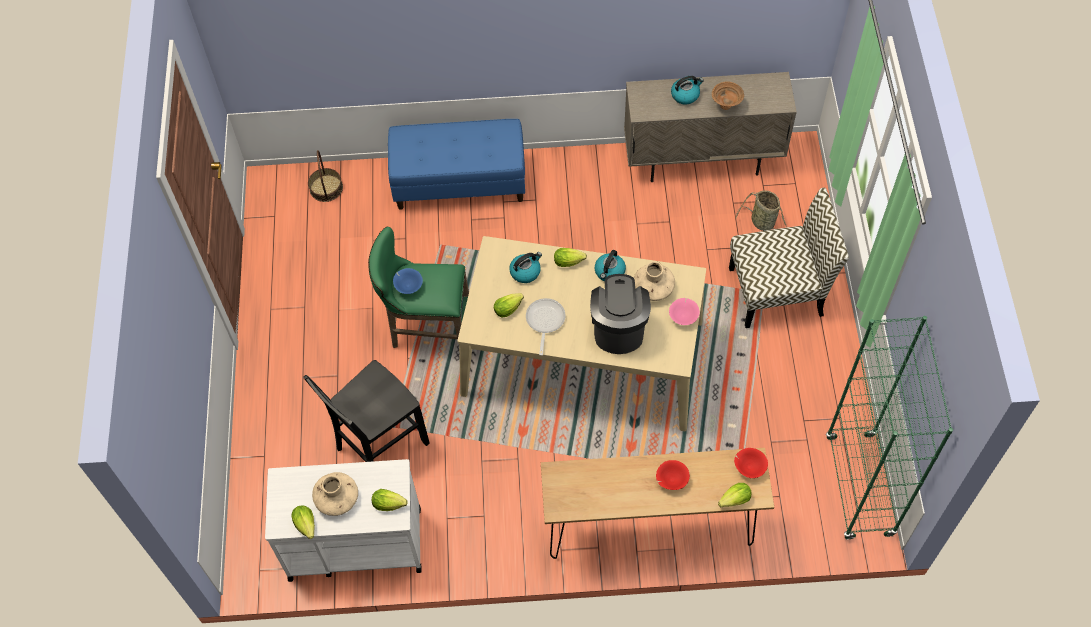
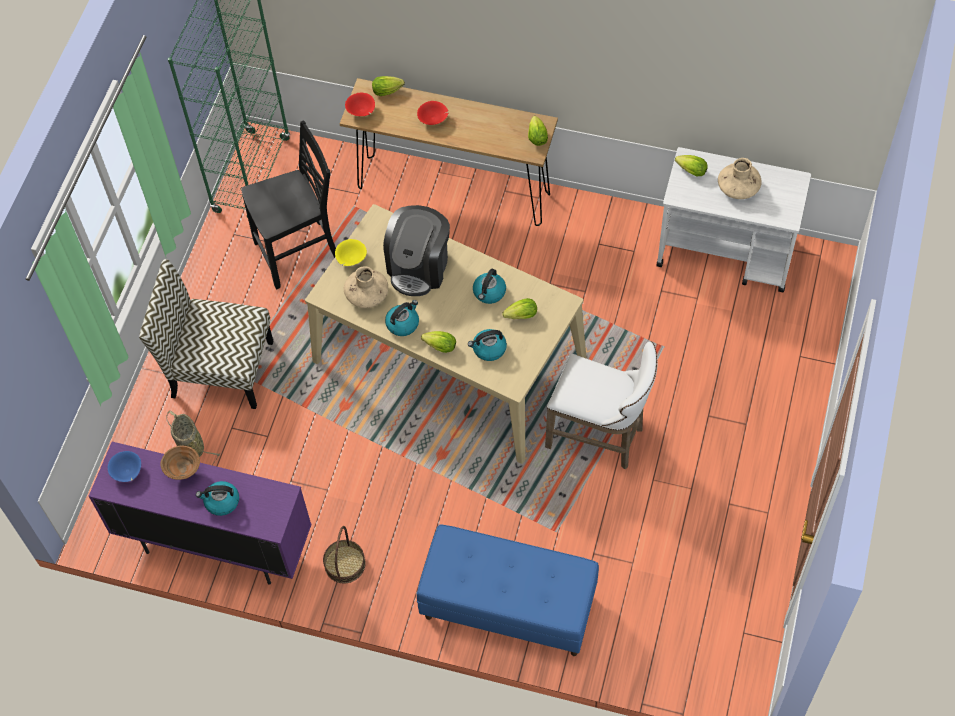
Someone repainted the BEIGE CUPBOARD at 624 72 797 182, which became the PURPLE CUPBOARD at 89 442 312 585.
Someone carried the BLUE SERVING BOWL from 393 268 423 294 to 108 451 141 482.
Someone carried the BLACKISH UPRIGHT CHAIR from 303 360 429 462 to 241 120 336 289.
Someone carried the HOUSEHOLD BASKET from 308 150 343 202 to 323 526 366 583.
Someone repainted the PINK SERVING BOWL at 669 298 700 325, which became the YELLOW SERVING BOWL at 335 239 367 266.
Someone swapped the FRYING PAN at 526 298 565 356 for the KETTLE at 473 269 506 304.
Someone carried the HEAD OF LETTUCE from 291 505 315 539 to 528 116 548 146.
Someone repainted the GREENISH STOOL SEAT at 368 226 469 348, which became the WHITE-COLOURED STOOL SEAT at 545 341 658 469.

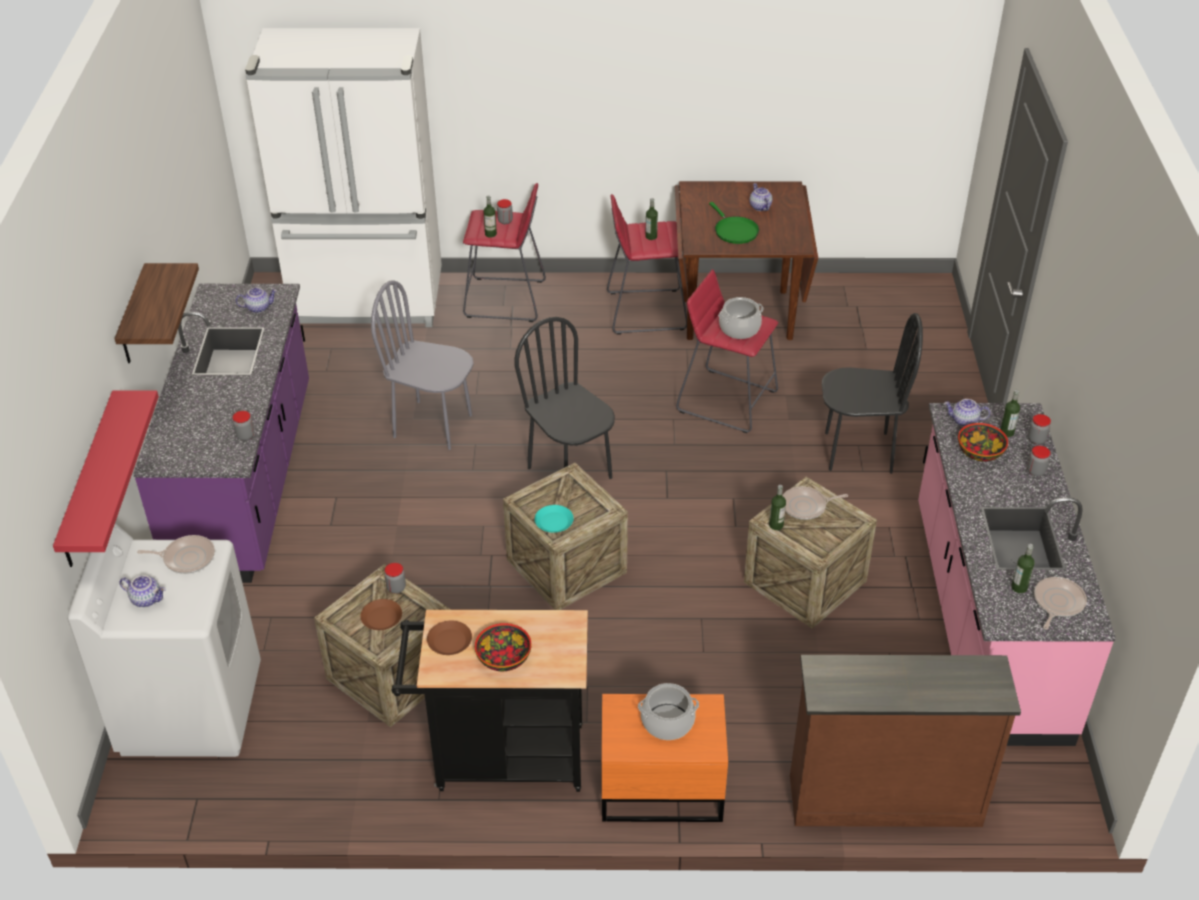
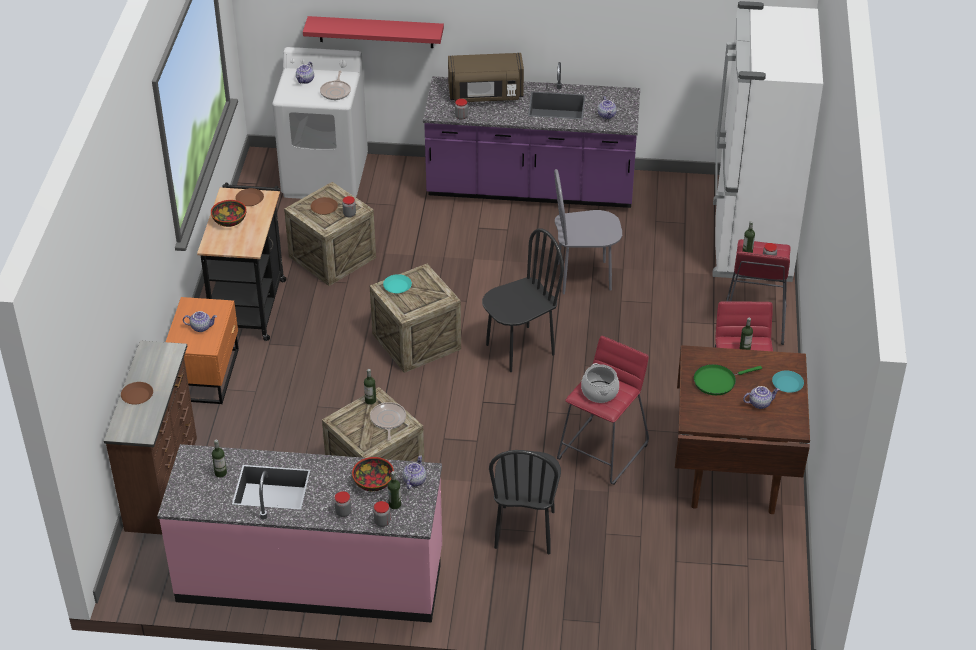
Someone put down the BROWN PLATE at 121 382 153 404.
Someone swapped the STOCKPOT at 638 683 699 740 for the TEA POT at 183 311 217 332.
Someone put down the BROWN MICROWAVE at 448 53 524 102.
Someone rotated the GREY UPRIGHT CHAIR at 371 280 474 450 by 120 degrees counterclockwise.
Someone put down the TURQUOISE PLATE at 772 370 804 393.
Someone took away the WALL SHELF at 114 263 199 363.
Someone took away the FRYING PAN at 1034 577 1087 629.

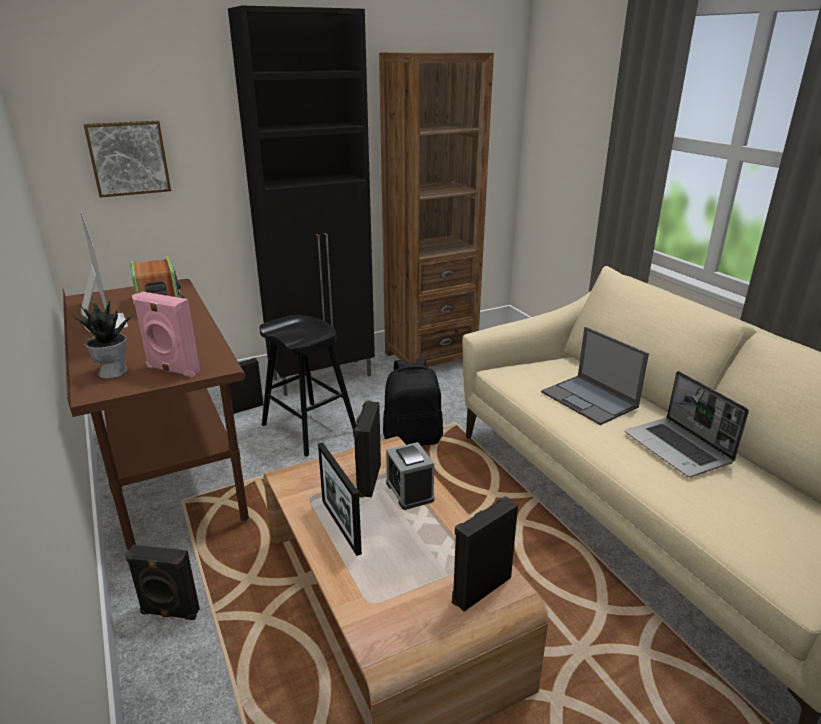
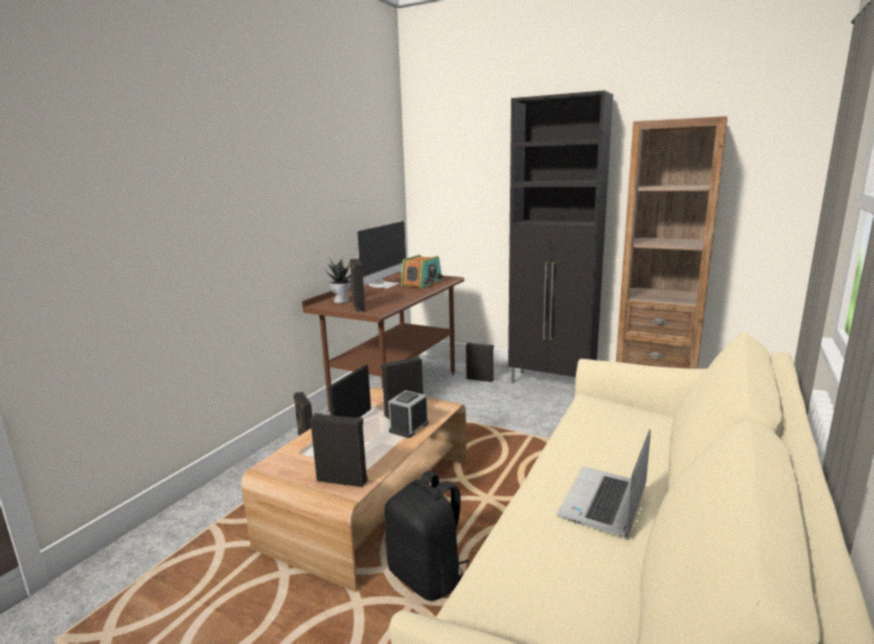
Someone repainted the PINK AUDIO SPEAKER at 132 292 200 377, which became the BLACKISH AUDIO SPEAKER at 350 259 365 312.
Someone carried the BLACKISH KNAPSACK from 383 359 443 446 to 385 471 469 601.
Someone took away the PICTURE at 83 121 171 198.
Someone took away the BLACKISH STOOL SEAT at 259 315 356 456.
Someone took away the LAPTOP at 541 327 649 425.

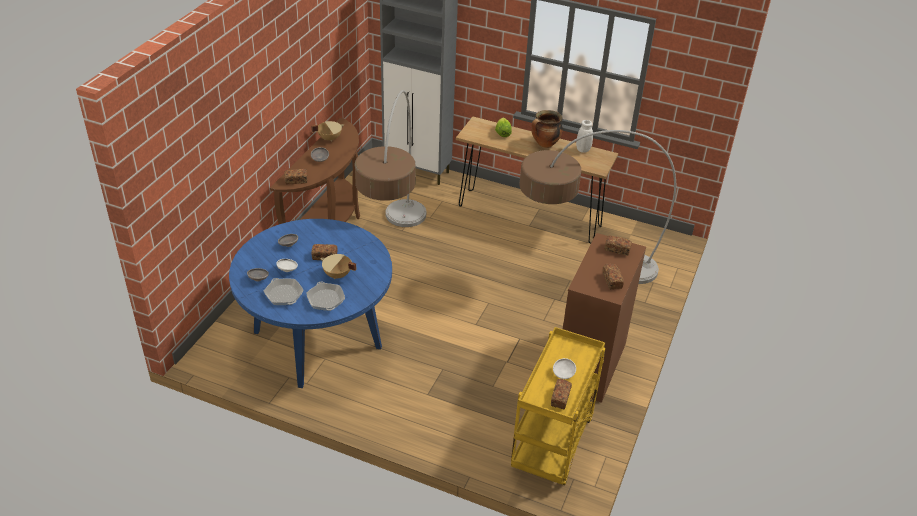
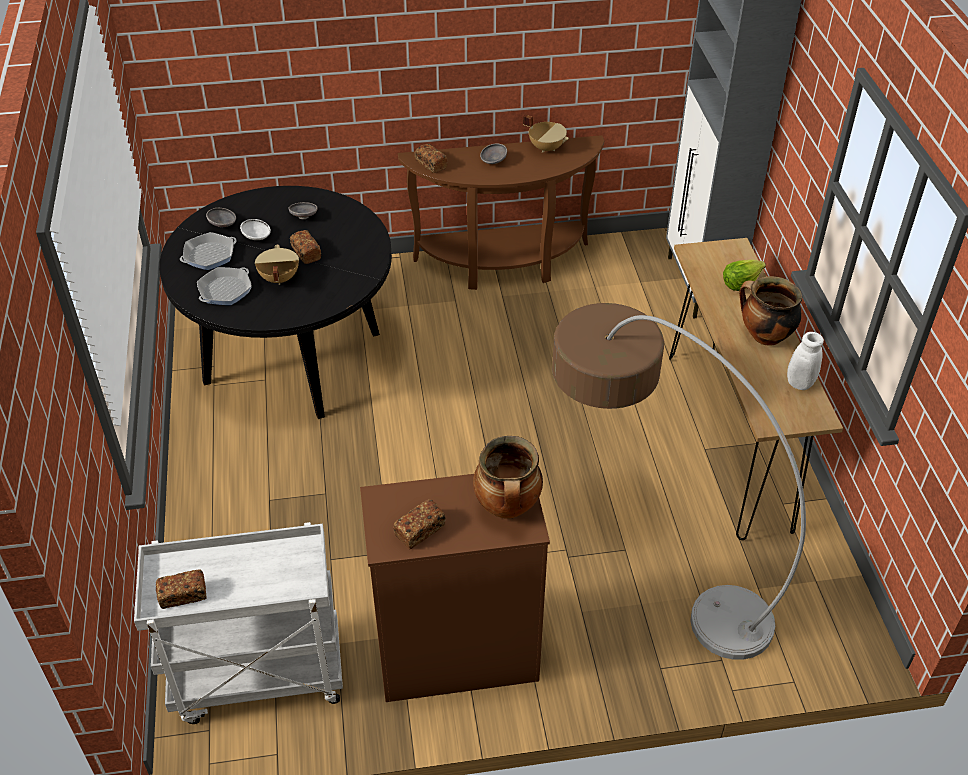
Someone repainted the YELLOW CART at 511 327 606 485, which became the WHITE-COLOURED CART at 134 522 343 724.
Someone repainted the BLUE DINING TABLE at 229 219 392 388, which became the BLACKISH DINING TABLE at 159 186 392 419.
Someone rotated the FRYING PAN at 264 278 303 305 by 150 degrees counterclockwise.
Someone swapped the BREAD at 605 236 632 256 for the STOCKPOT at 473 436 543 519.
Someone took away the FLOOR LAMP at 355 90 427 227.
Someone took away the WHITE-COLOURED SERVING BOWL at 553 358 576 379.

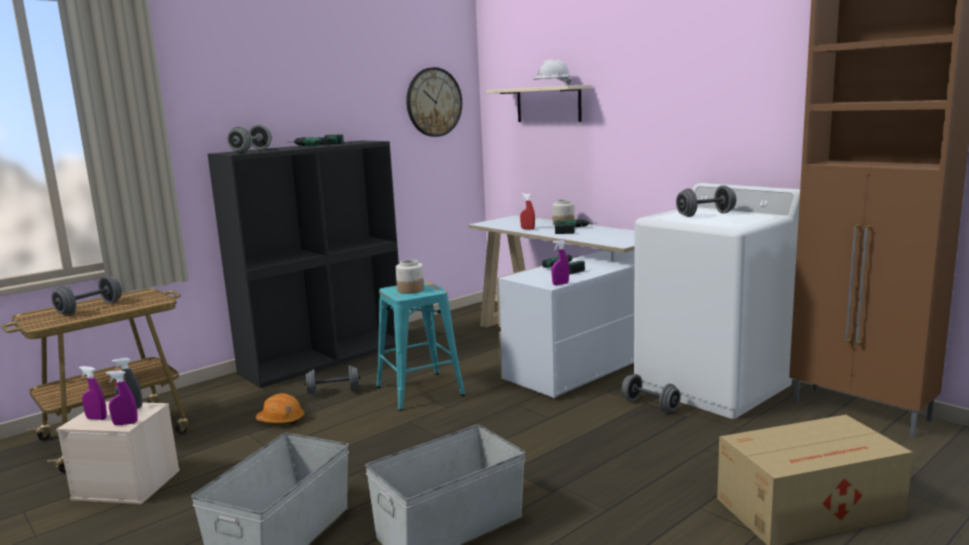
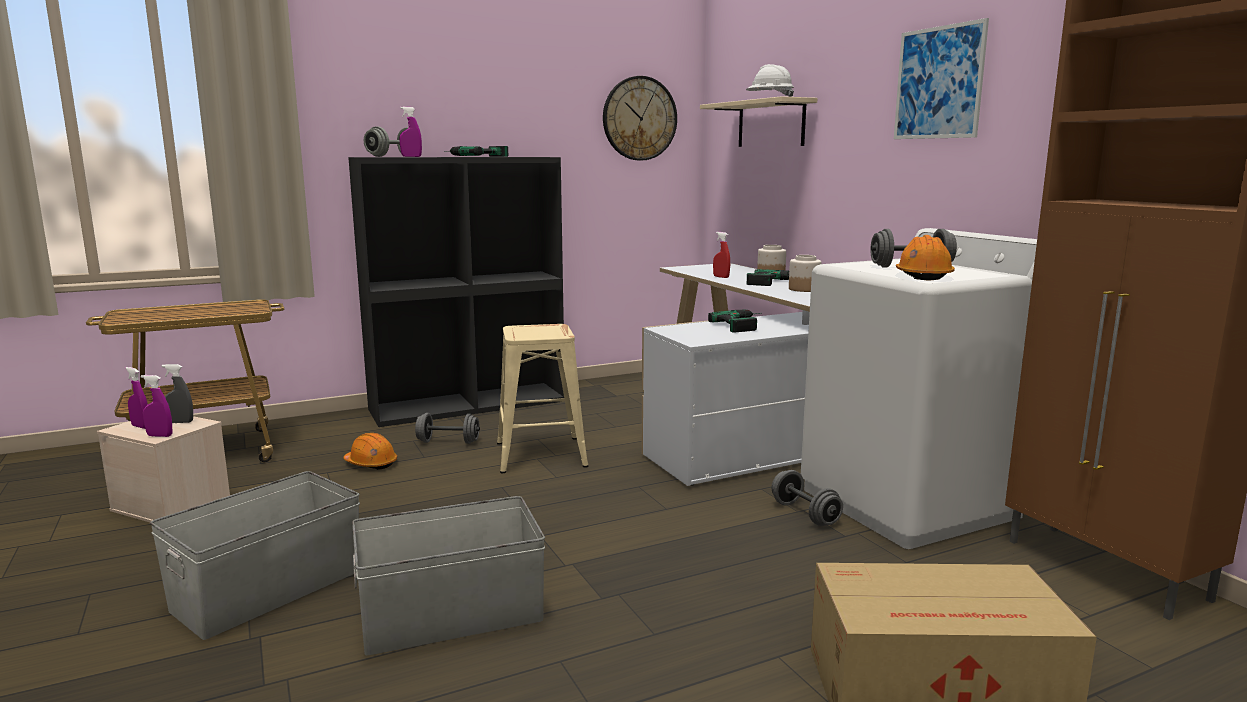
Someone carried the PURPLE SPRAYER from 552 240 569 285 to 400 107 422 157.
Someone repainted the TURQUOISE STOOL SEAT at 376 281 465 411, which became the BEIGE STOOL SEAT at 497 324 588 473.
Someone carried the STORAGE JAR from 395 260 424 294 to 789 255 822 292.
Someone put up the PICTURE at 894 18 989 139.
Someone put down the ORANGEY HARD HAT at 896 235 955 281.
Someone took away the GREY HAND WEIGHT at 51 275 122 315.

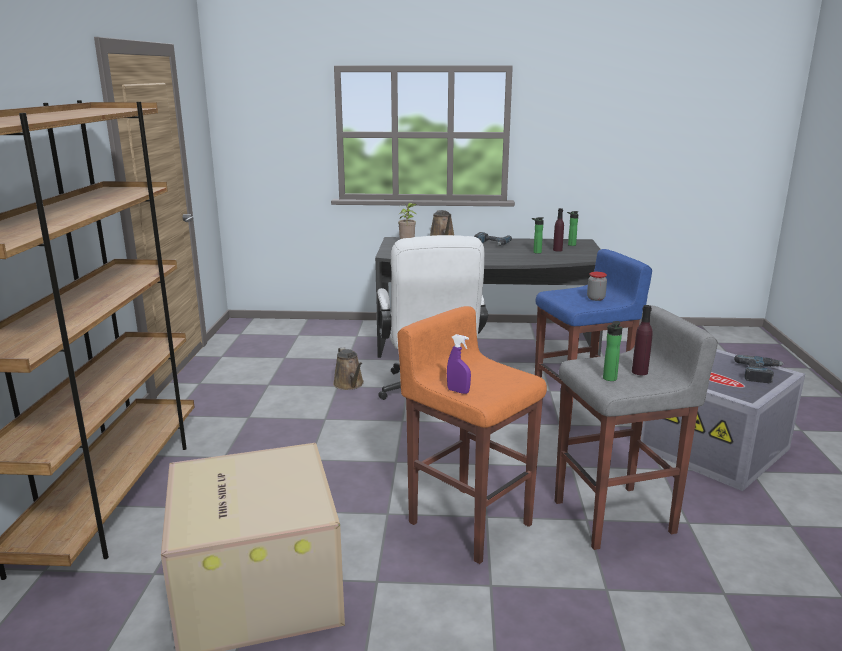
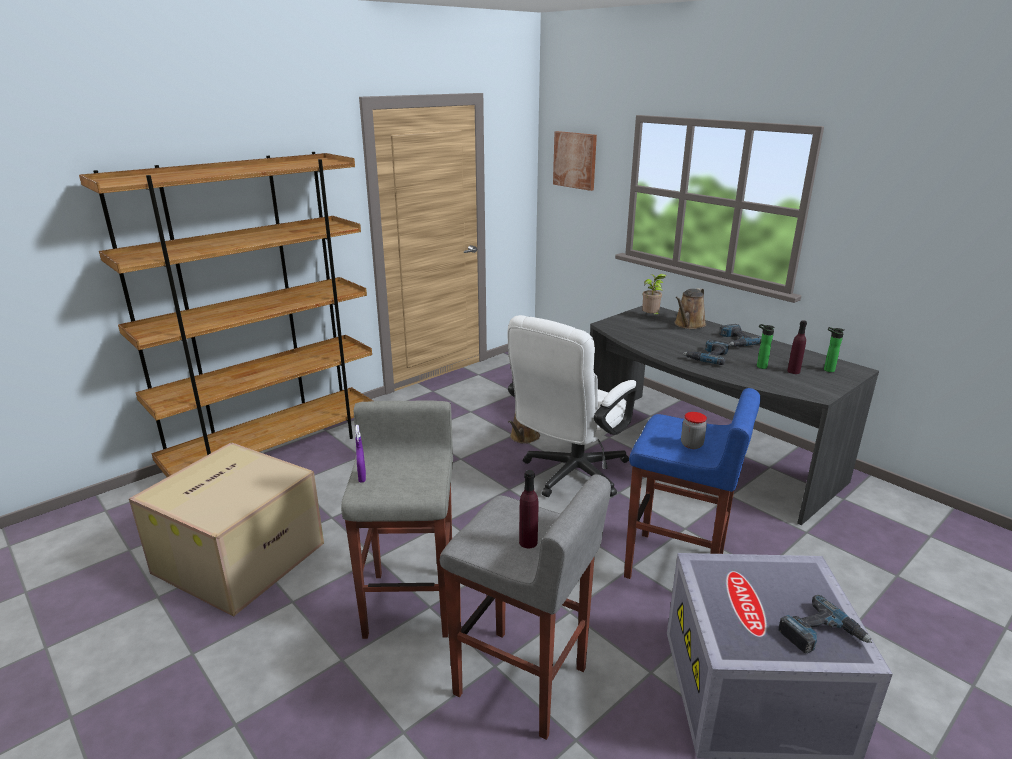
Someone repainted the ORANGEY STOOL SEAT at 398 306 547 564, which became the GREY STOOL SEAT at 341 401 453 639.
Someone put up the PICTURE at 553 131 597 191.
Someone put down the DRILL at 683 340 729 365.
Someone took away the BEVERAGE BOTTLE at 603 321 622 381.

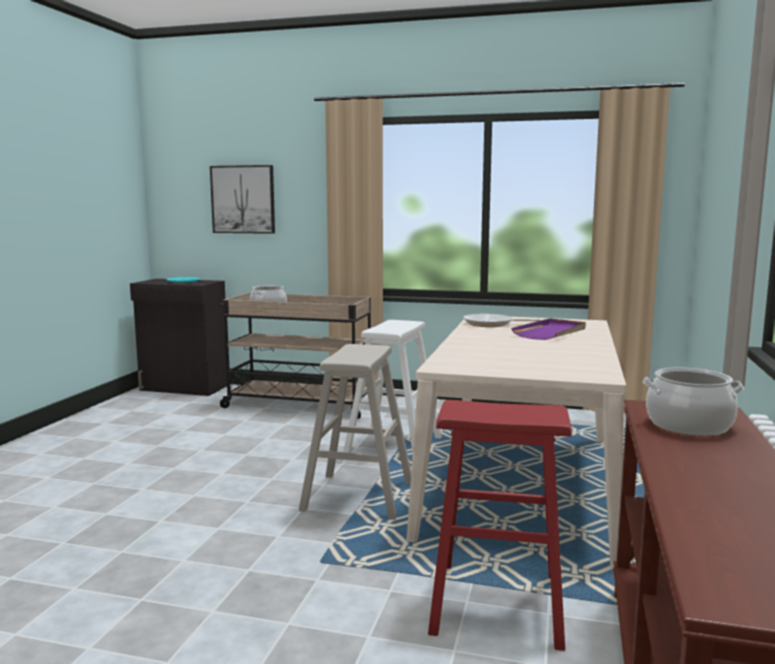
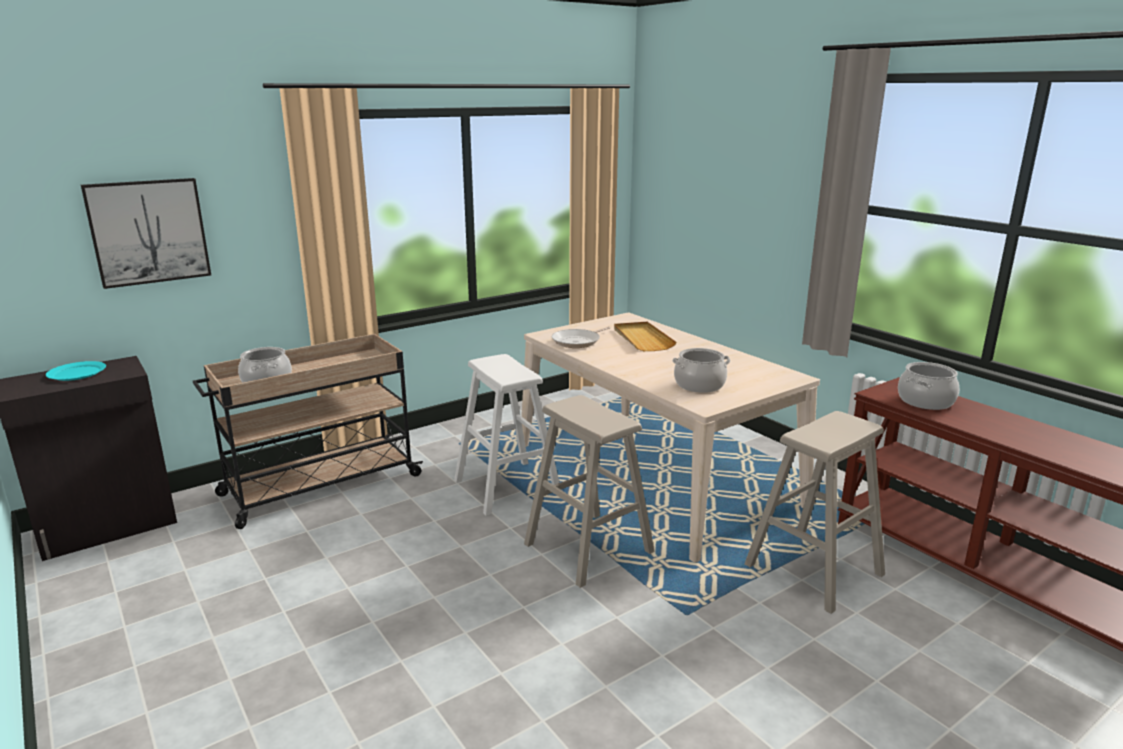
Someone repainted the PURPLE SERVING TRAY at 511 318 586 340, which became the BEIGE SERVING TRAY at 614 322 676 351.
Someone put down the STOCKPOT at 672 348 731 393.
Someone repainted the REDDISH STOOL SEAT at 428 400 572 651, which became the BEIGE STOOL SEAT at 744 411 885 614.

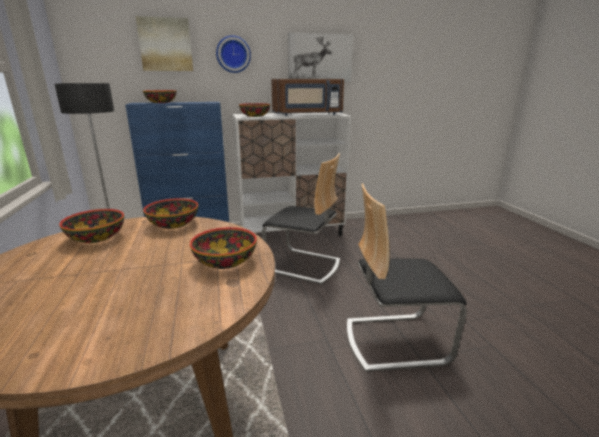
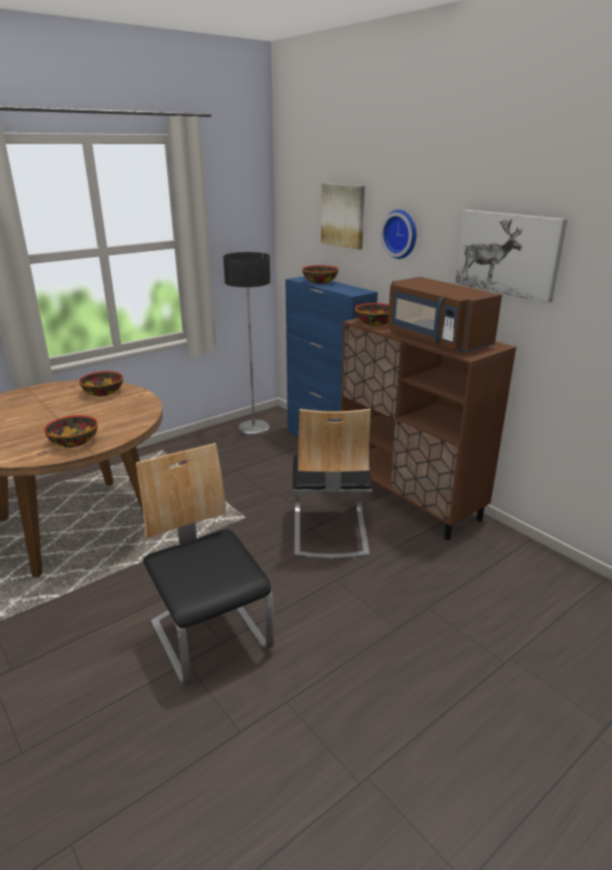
Someone repainted the WHITE-COLOURED CUPBOARD at 233 112 351 236, which became the BROWN CUPBOARD at 341 318 516 540.
Someone took away the SERVING BOWL at 143 198 198 229.

